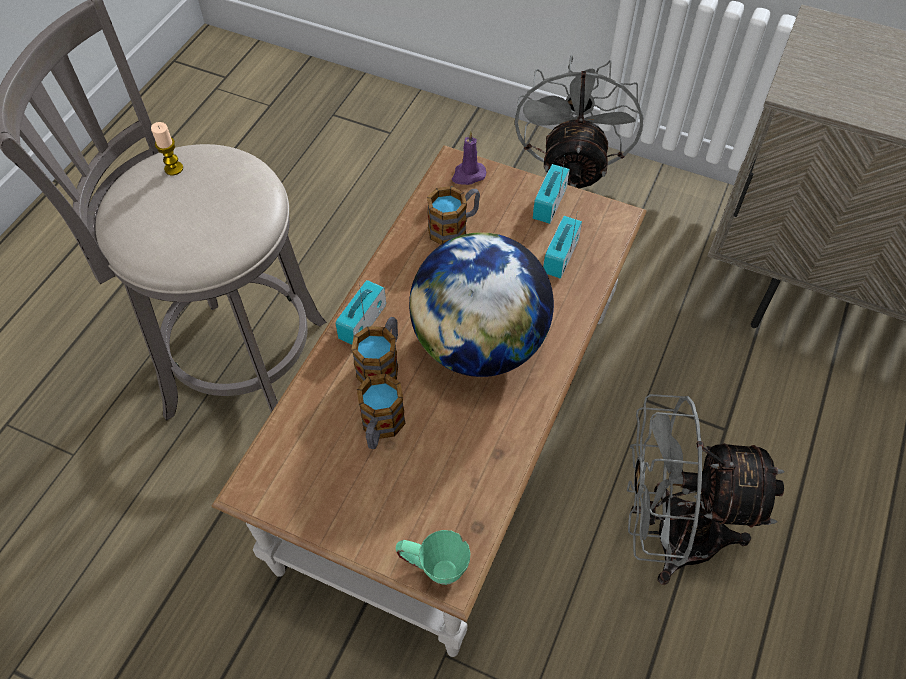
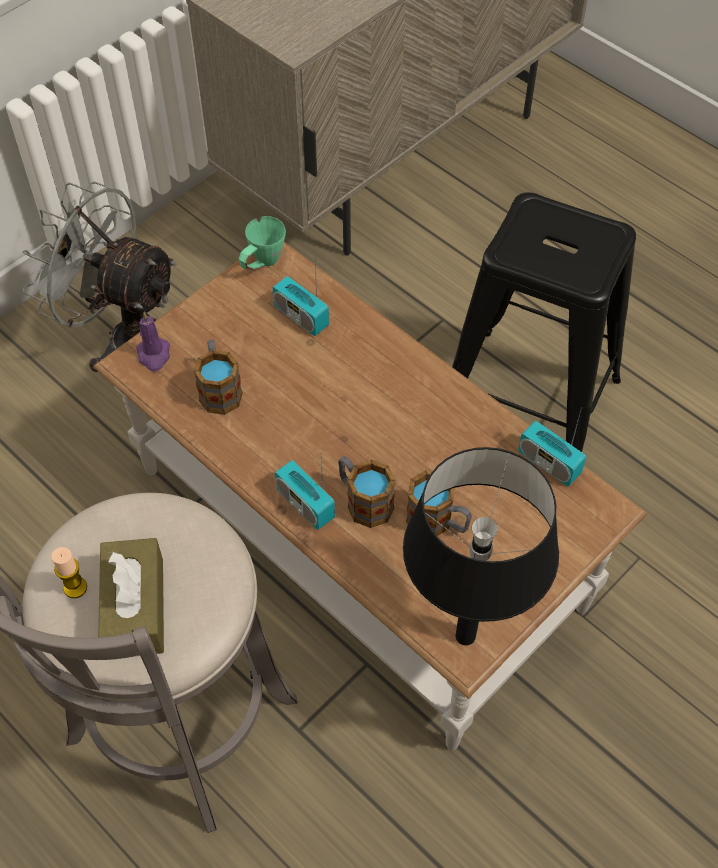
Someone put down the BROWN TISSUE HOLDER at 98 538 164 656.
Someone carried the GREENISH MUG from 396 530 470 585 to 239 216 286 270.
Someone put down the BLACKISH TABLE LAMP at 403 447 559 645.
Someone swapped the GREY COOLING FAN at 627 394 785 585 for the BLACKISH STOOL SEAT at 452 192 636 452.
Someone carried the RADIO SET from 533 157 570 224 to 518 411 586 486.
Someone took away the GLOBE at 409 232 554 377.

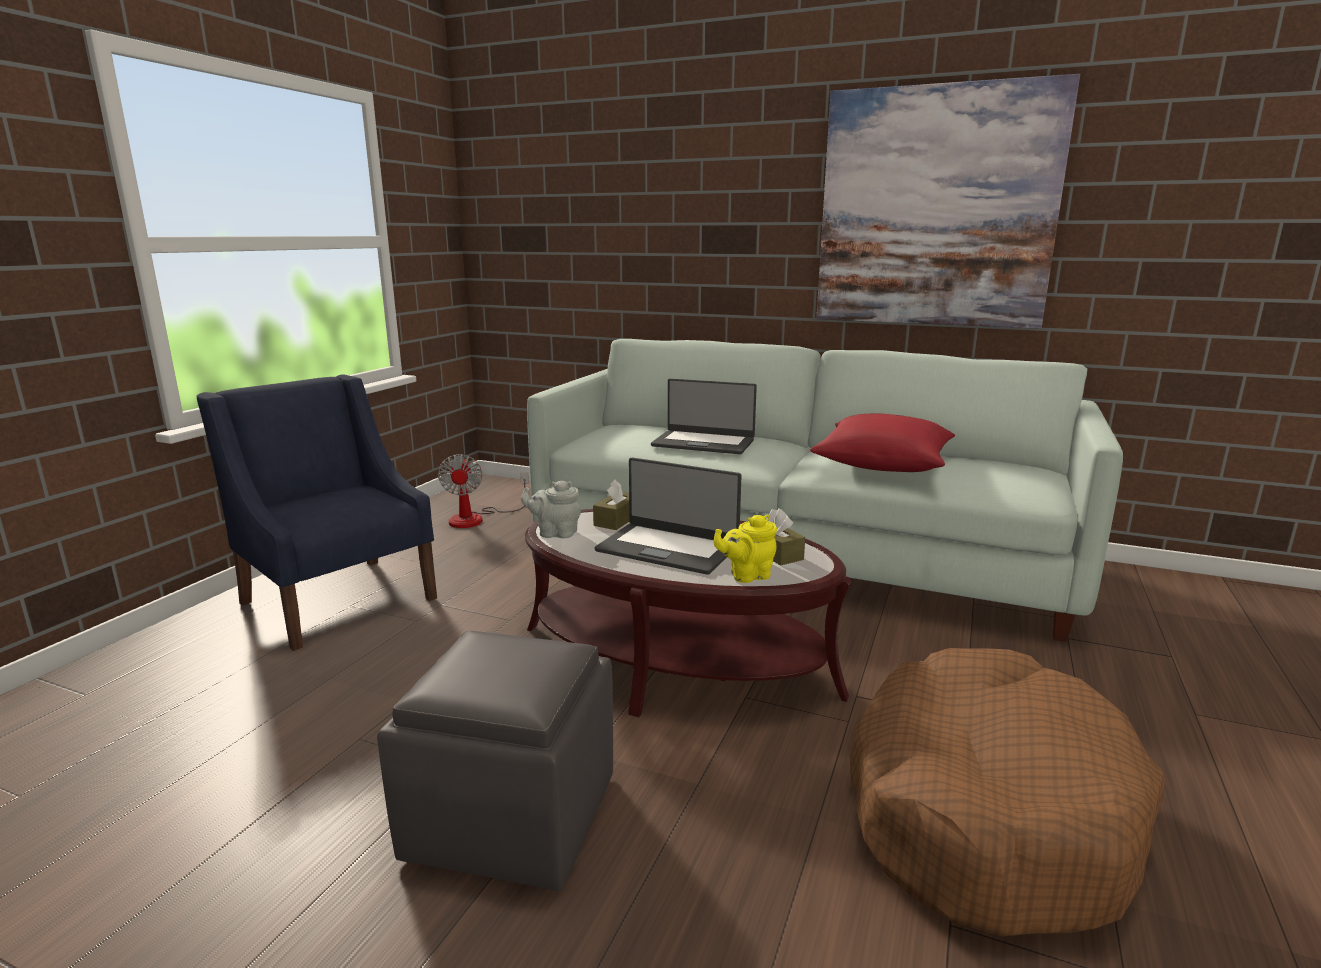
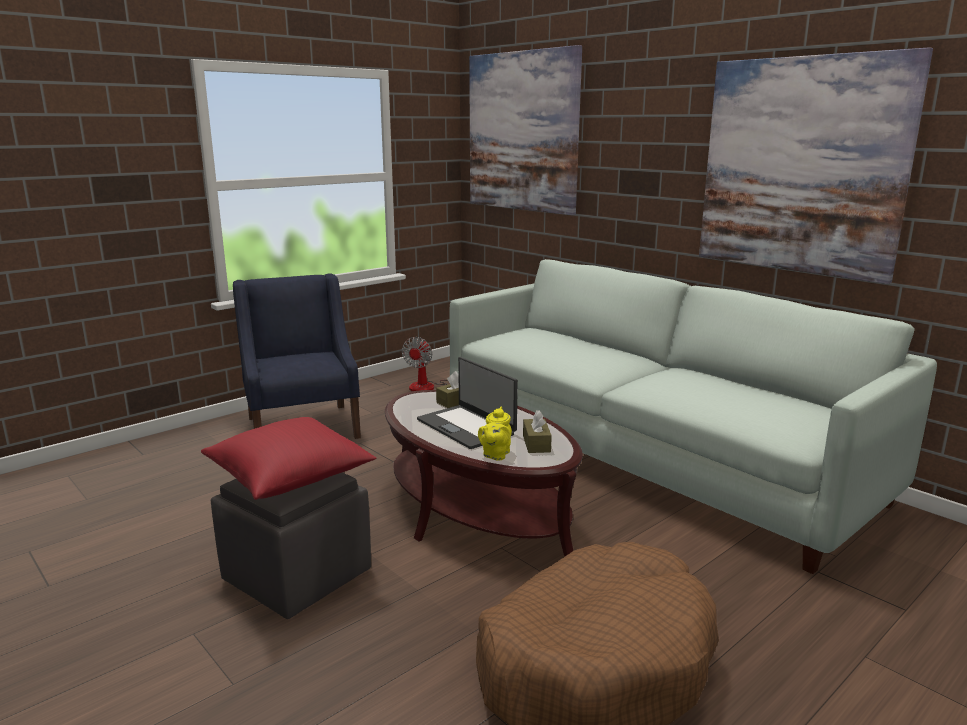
Someone carried the REDDISH THROW PILLOW from 810 413 955 472 to 201 417 376 500.
Someone put up the PICTURE at 469 45 582 215.
Someone rotated the YELLOW TEA POT at 714 515 777 583 by 75 degrees counterclockwise.
Someone took away the GREY TEA POT at 521 480 581 539.
Someone took away the LAPTOP at 651 379 757 454.

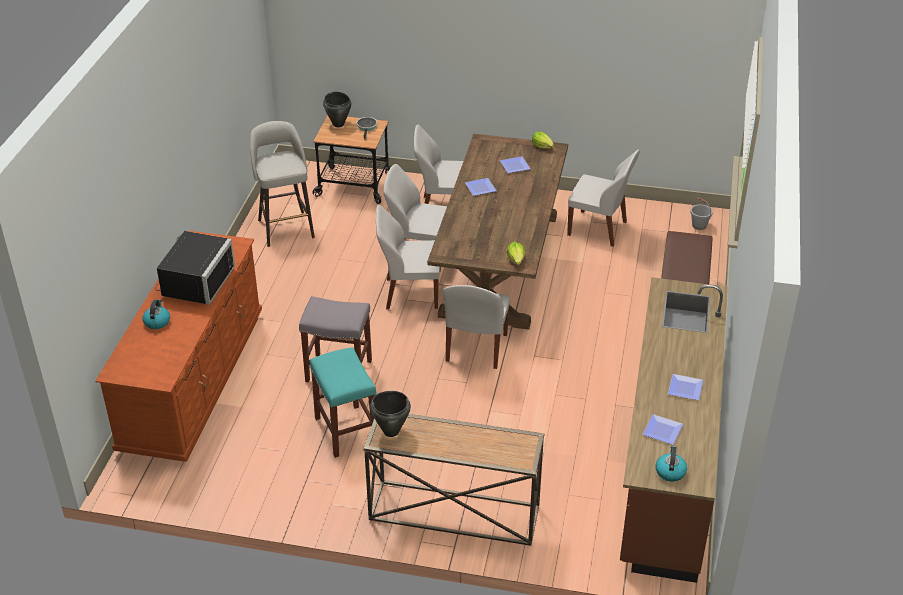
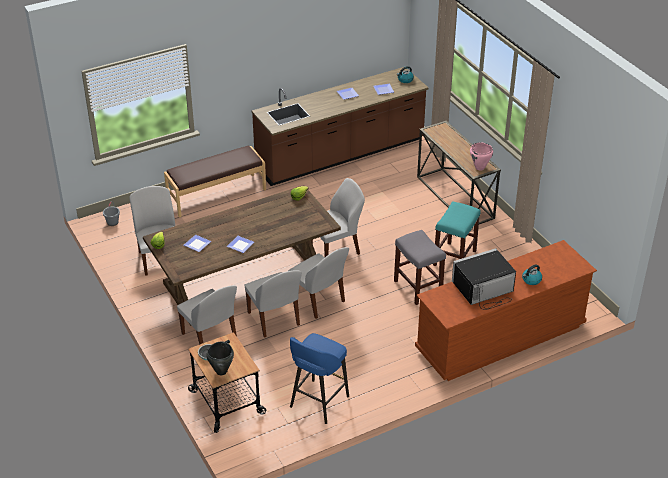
Someone repainted the GREY STOOL SEAT at 250 121 315 247, which became the BLUE STOOL SEAT at 290 333 349 424.
Someone repainted the BLACKISH STOCKPOT at 370 391 411 437, which became the PINK STOCKPOT at 470 142 493 171.

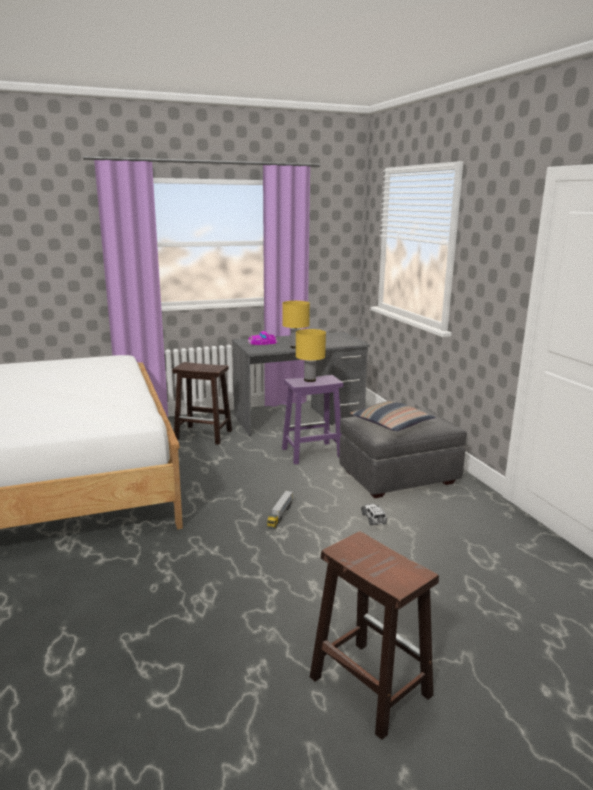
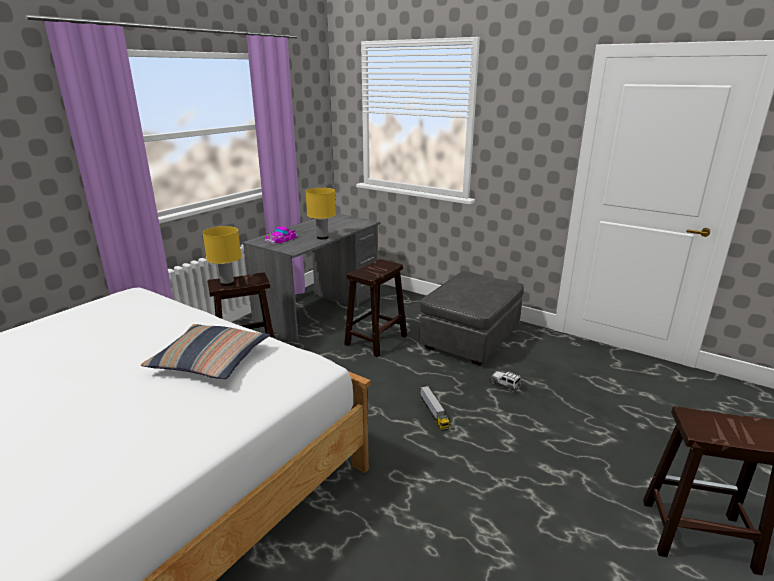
Someone carried the THROW PILLOW from 350 401 436 431 to 141 324 270 379.
Someone carried the YELLOW TABLE LAMP from 296 329 326 382 to 202 226 241 286.
Someone repainted the PURPLE STOOL SEAT at 282 375 343 465, which became the BROWN STOOL SEAT at 344 259 407 357.

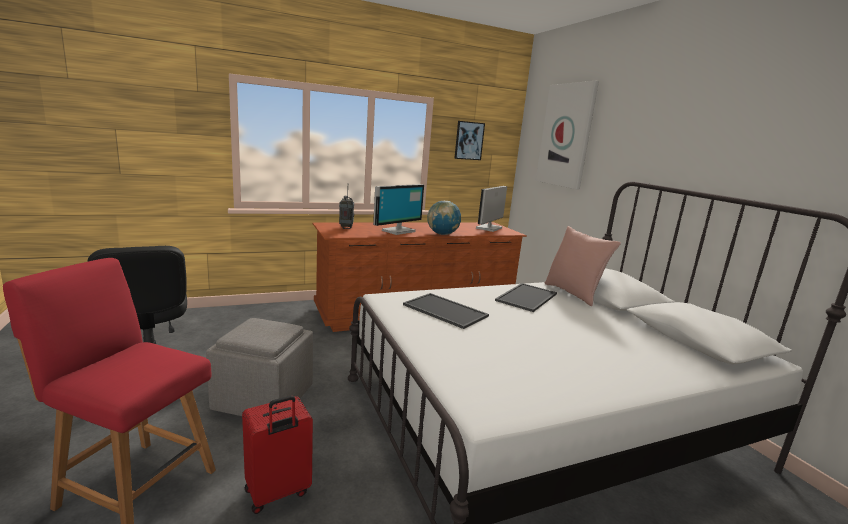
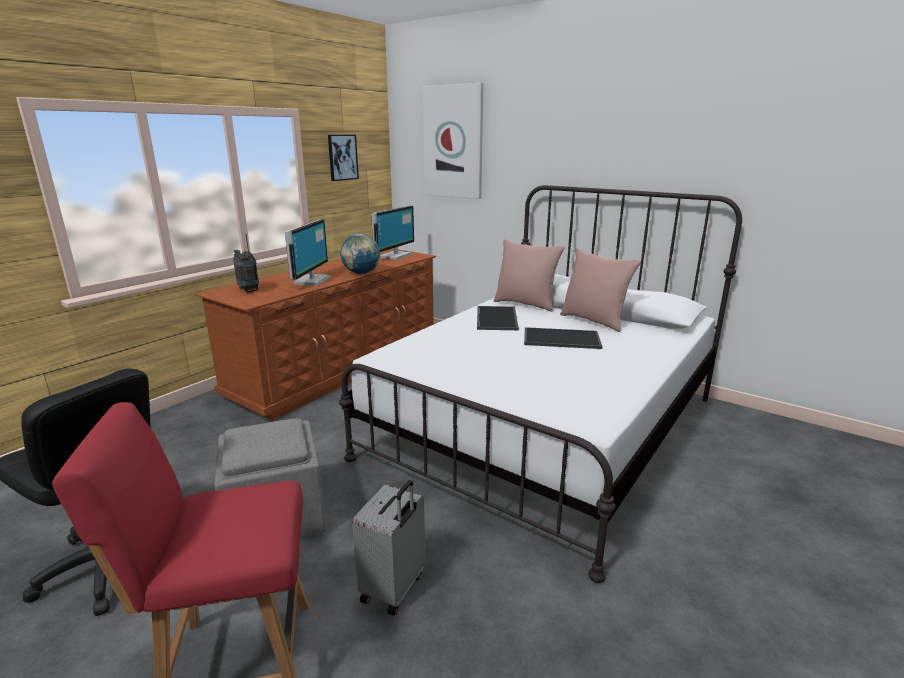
Someone repainted the REDDISH SUITCASE at 242 396 313 514, which became the GREY SUITCASE at 352 480 425 615.
Someone rotated the COMPUTER DISPLAY at 476 186 507 232 by 150 degrees counterclockwise.
Someone carried the SERVING TRAY from 403 293 489 329 to 524 327 602 349.
Someone put down the PINK THROW PILLOW at 560 249 641 332.

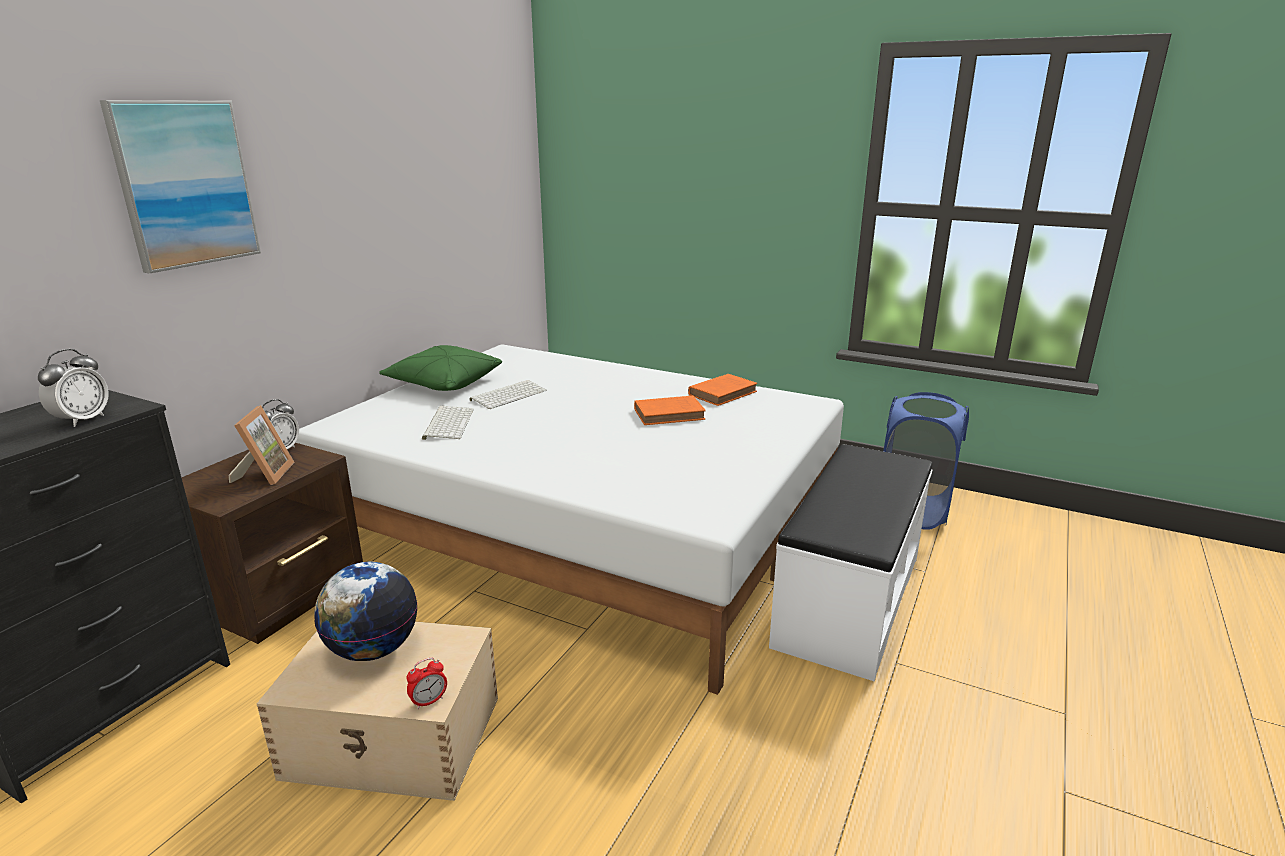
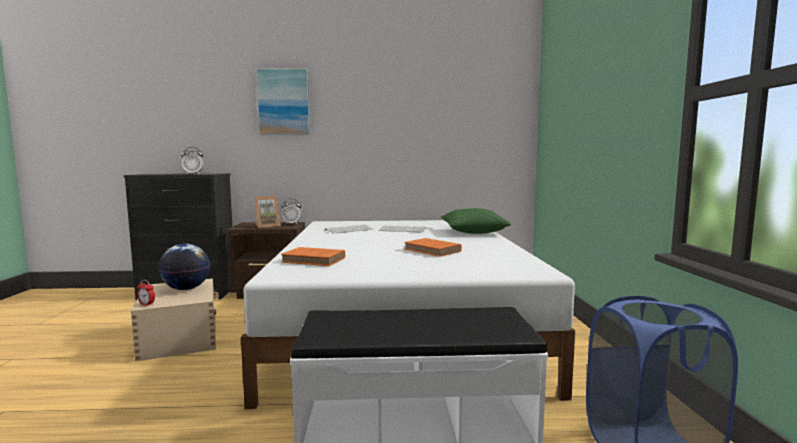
Someone carried the ORANGEY BOUND BOOK from 688 374 757 406 to 281 247 345 266.
Someone carried the GREENISH THROW PILLOW from 379 345 502 391 to 441 208 511 234.

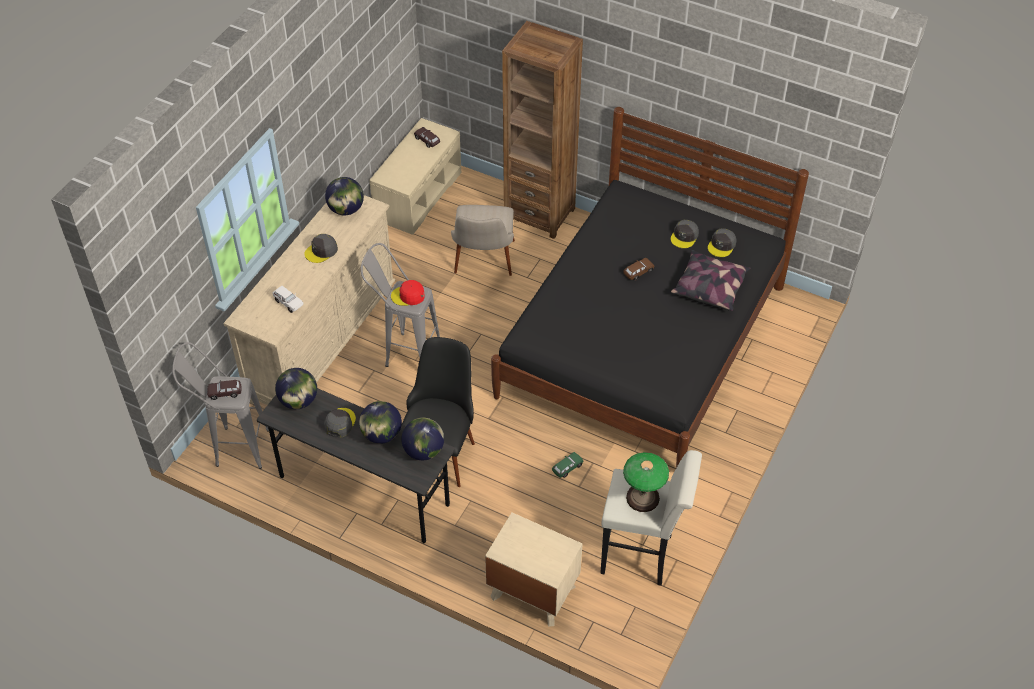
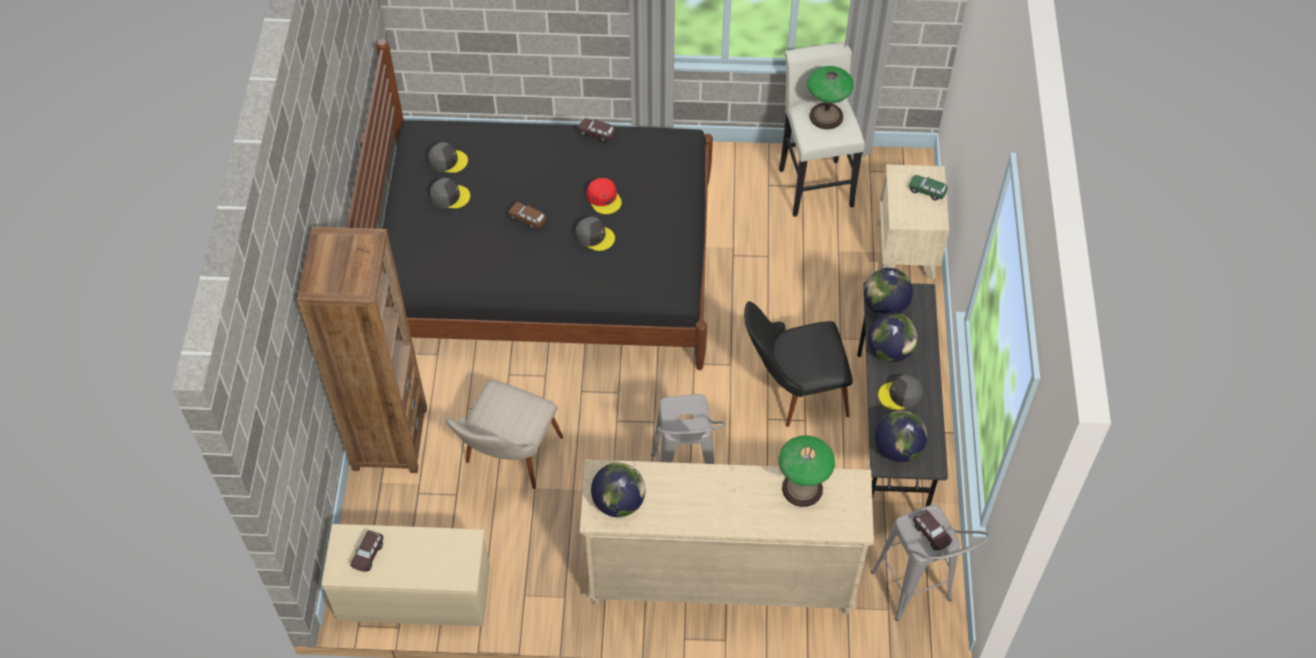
Someone rotated the BEIGE UPRIGHT CHAIR at 451 205 515 276 by 135 degrees clockwise.
Someone carried the GREY CAP from 305 234 338 263 to 575 217 615 251.
Someone put down the BROWN MODEL CAR at 578 118 615 142.
Someone carried the REDDISH CAP from 391 280 425 306 to 587 178 622 214.
Someone swapped the WHITE-COLOURED MODEL CAR at 272 286 304 313 for the TABLE LAMP at 779 436 835 507.
Someone carried the GREENISH MODEL CAR from 552 452 583 478 to 909 175 948 201.
Someone took away the THROW PILLOW at 671 250 750 311.

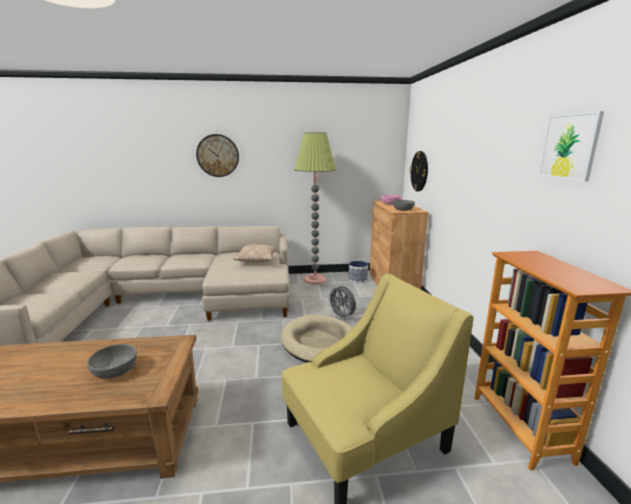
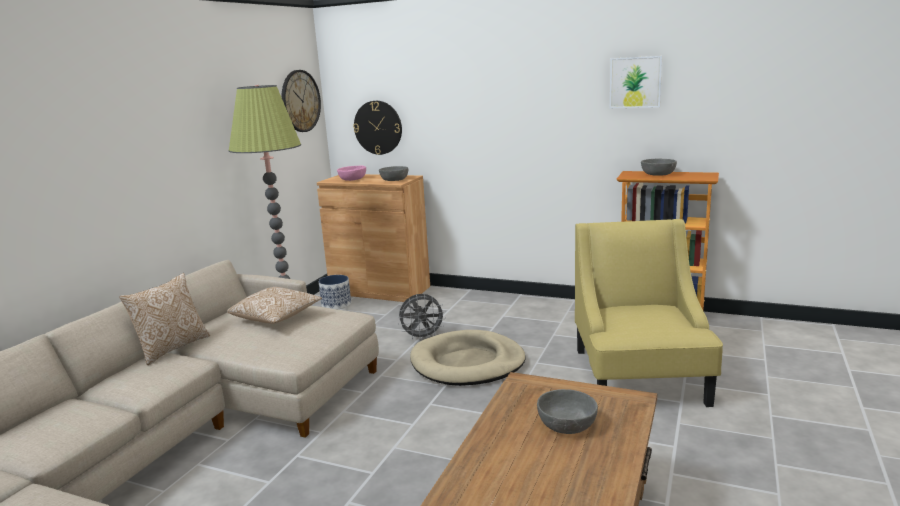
Someone put down the THROW PILLOW at 119 273 210 365.
Someone carried the CLOCK ON THE WALL from 196 134 239 177 to 282 70 321 132.
Someone put down the GREY SERVING BOWL at 641 159 677 176.

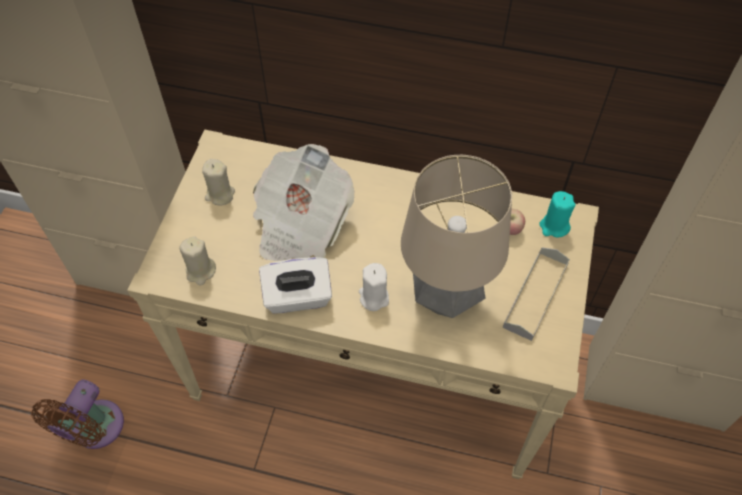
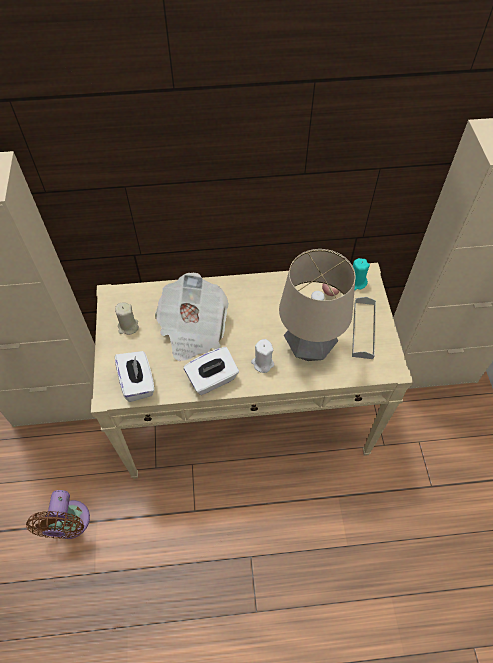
Someone swapped the BEIGE WAX CANDLE at 179 236 216 286 for the WHITE-COLOURED TISSUE HOLDER at 115 351 155 402.

